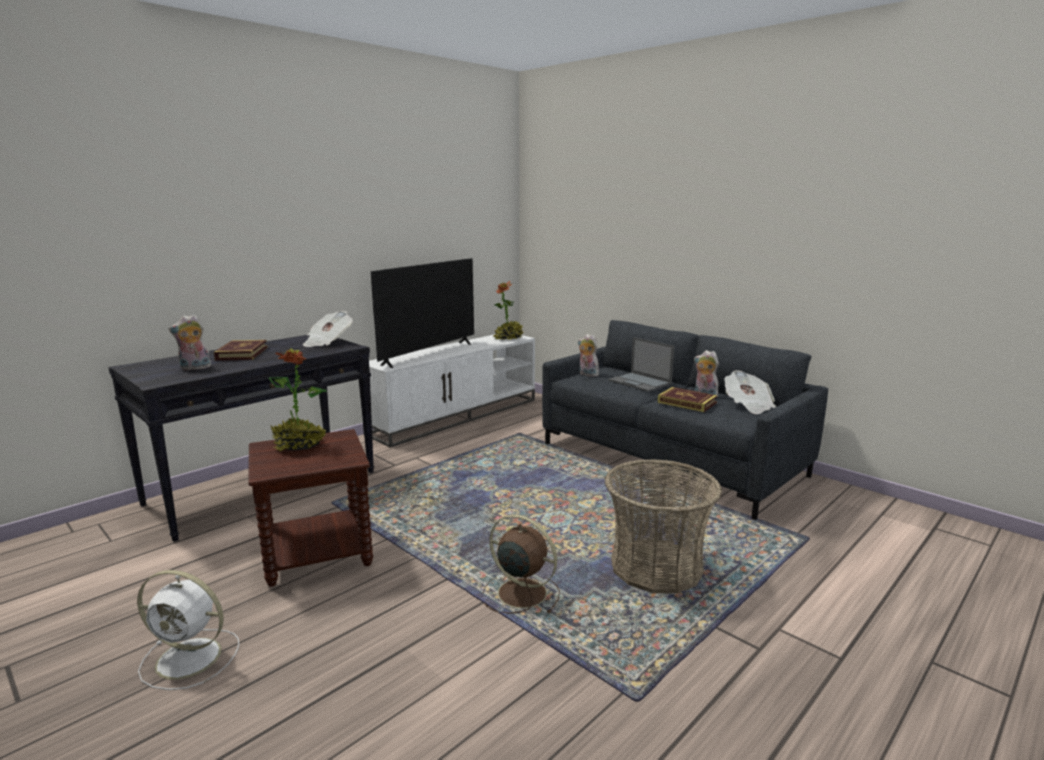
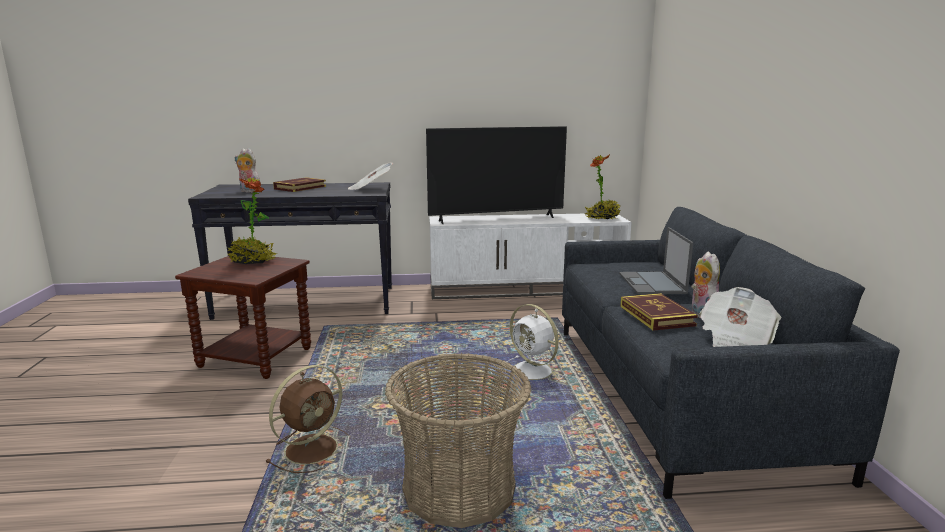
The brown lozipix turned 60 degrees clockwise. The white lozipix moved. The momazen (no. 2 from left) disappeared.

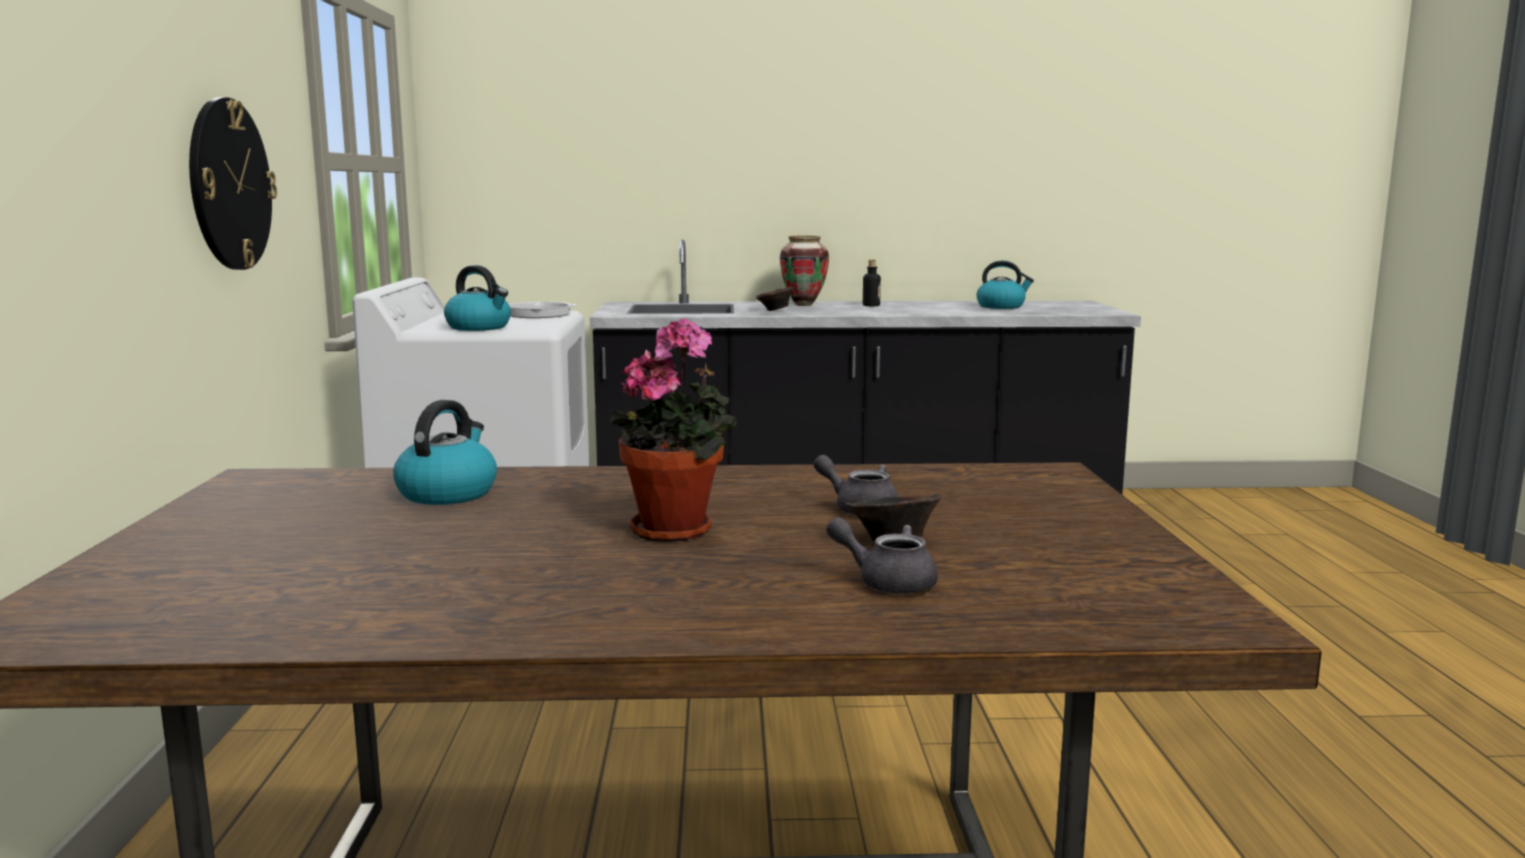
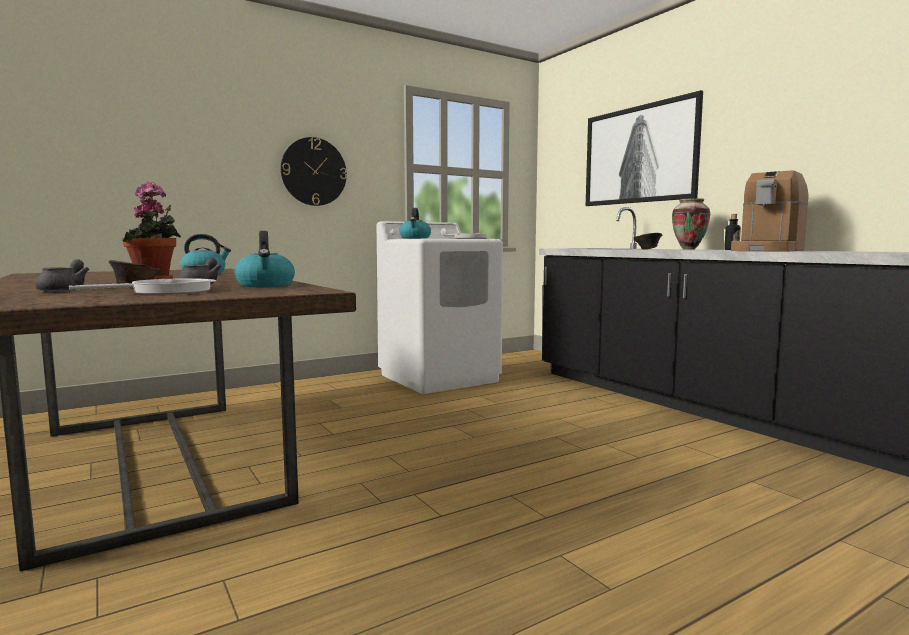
The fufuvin (no. 1 from left) appeared. The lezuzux (no. 3 from left in the first image) moved. The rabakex appeared. The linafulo appeared.

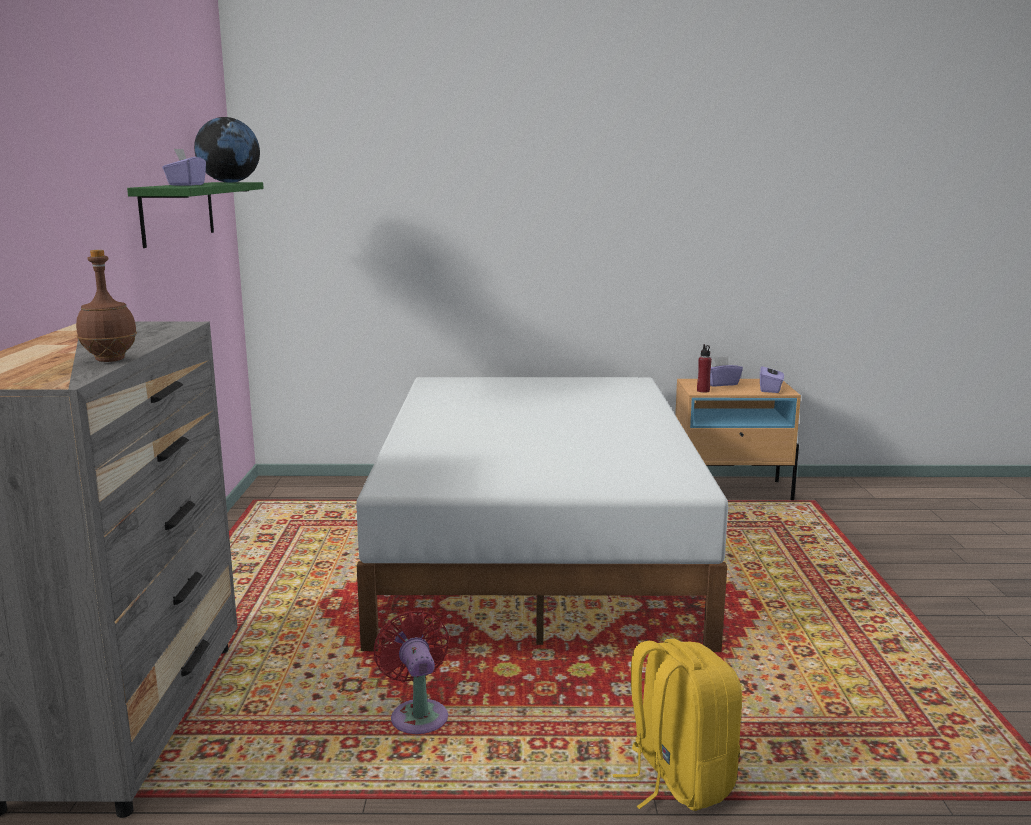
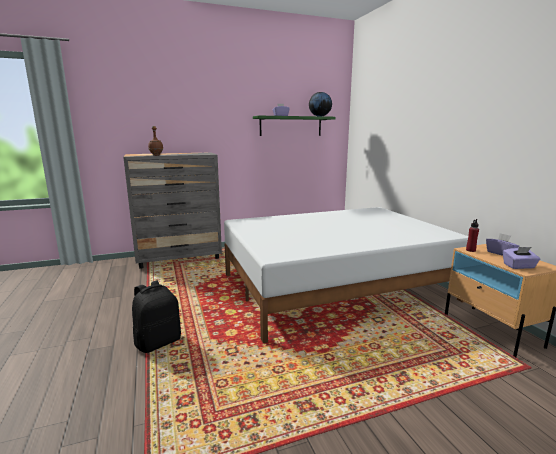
The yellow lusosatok became the black lusosatok. The red lozipix disappeared.

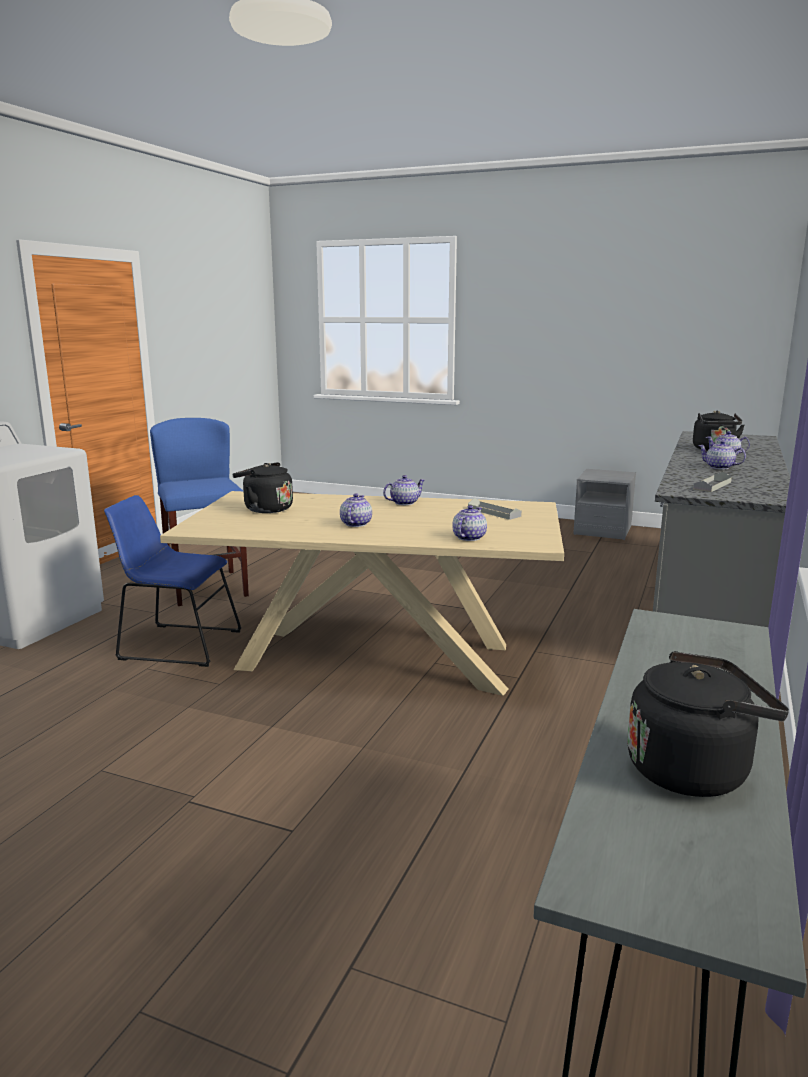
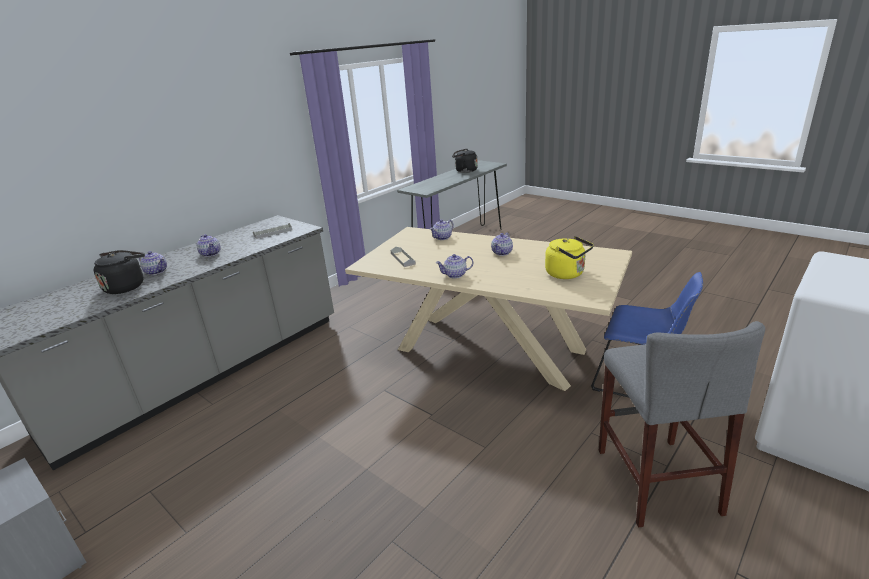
The black lezuzux (no. 1 from left) became the yellow lezuzux. The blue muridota became the grey muridota.

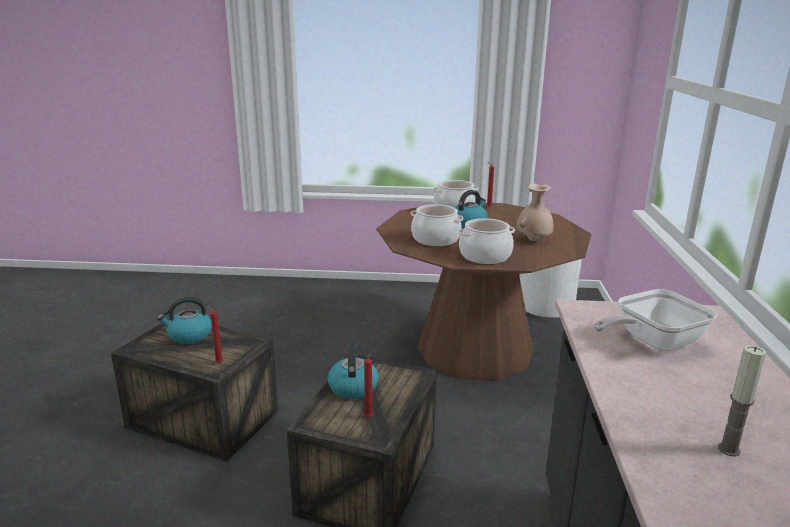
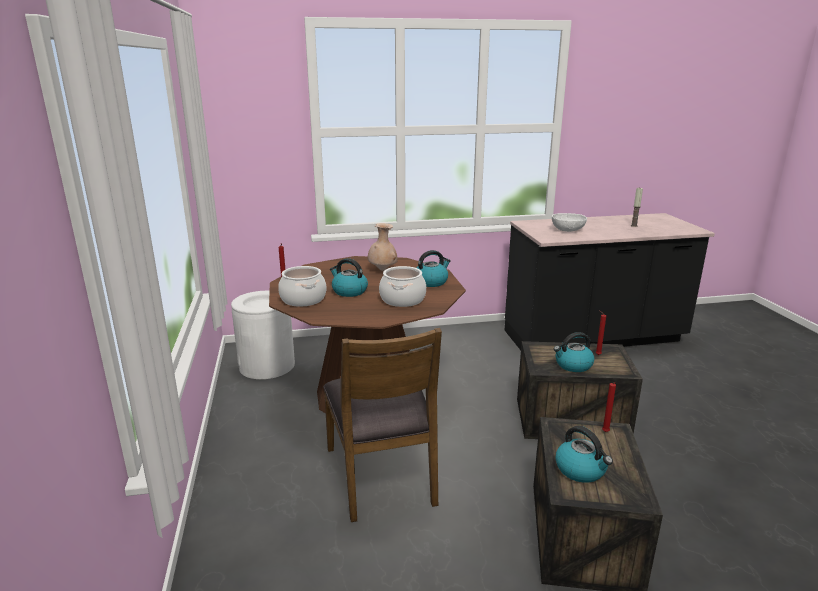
The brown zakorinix appeared. The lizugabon (no. 3 from left) was replaced by the lezuzux (no. 2 from left). The fufuvin was replaced by the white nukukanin.

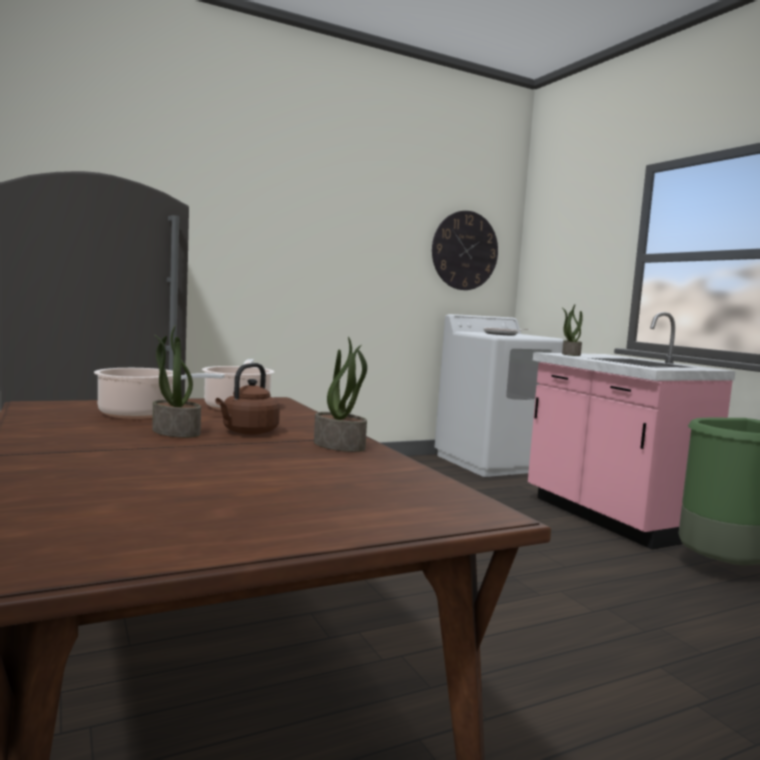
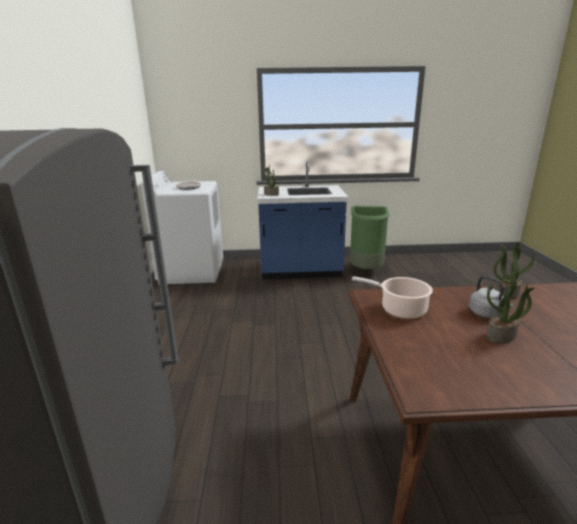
The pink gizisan became the blue gizisan. The brown lezuzux became the grey lezuzux. The lizugabon (no. 1 from left) disappeared. The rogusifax disappeared.

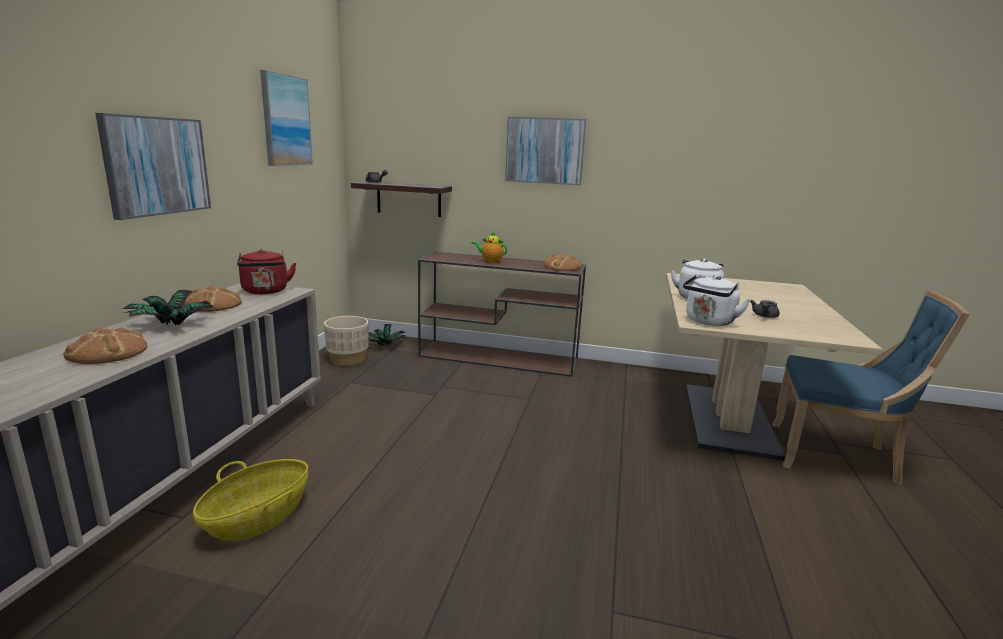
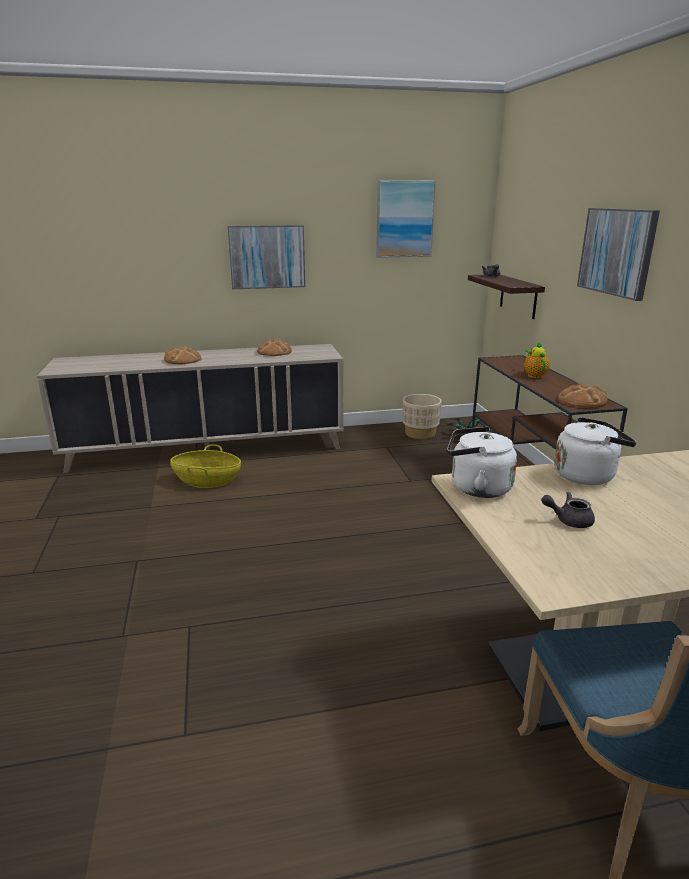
The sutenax (no. 1 from left) disappeared. The red lezuzux disappeared.

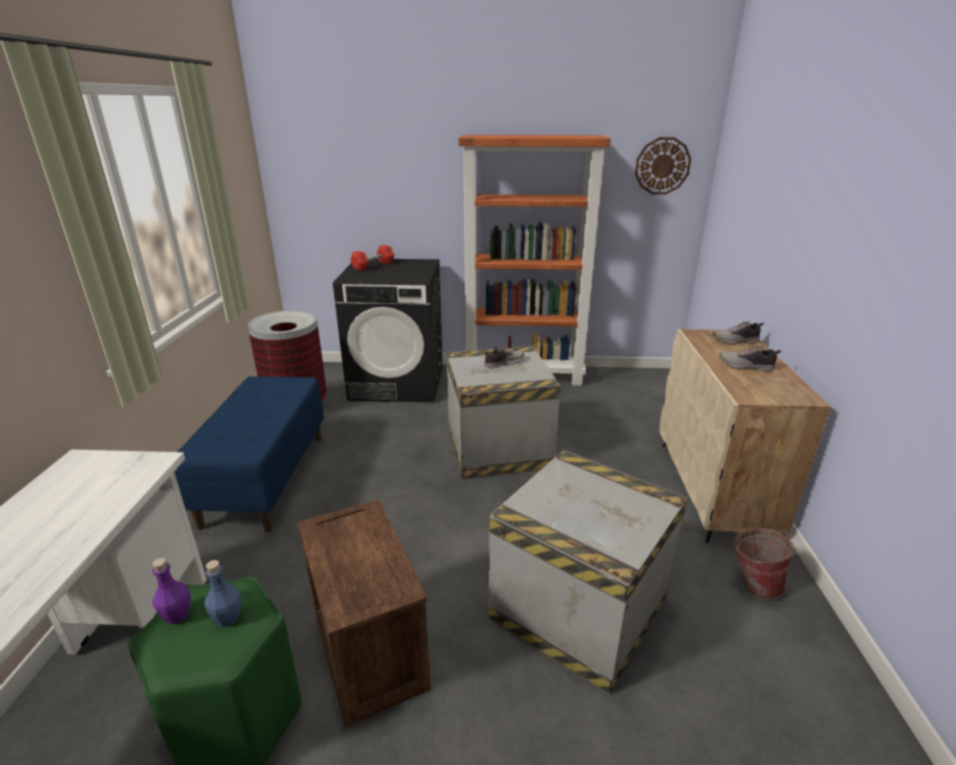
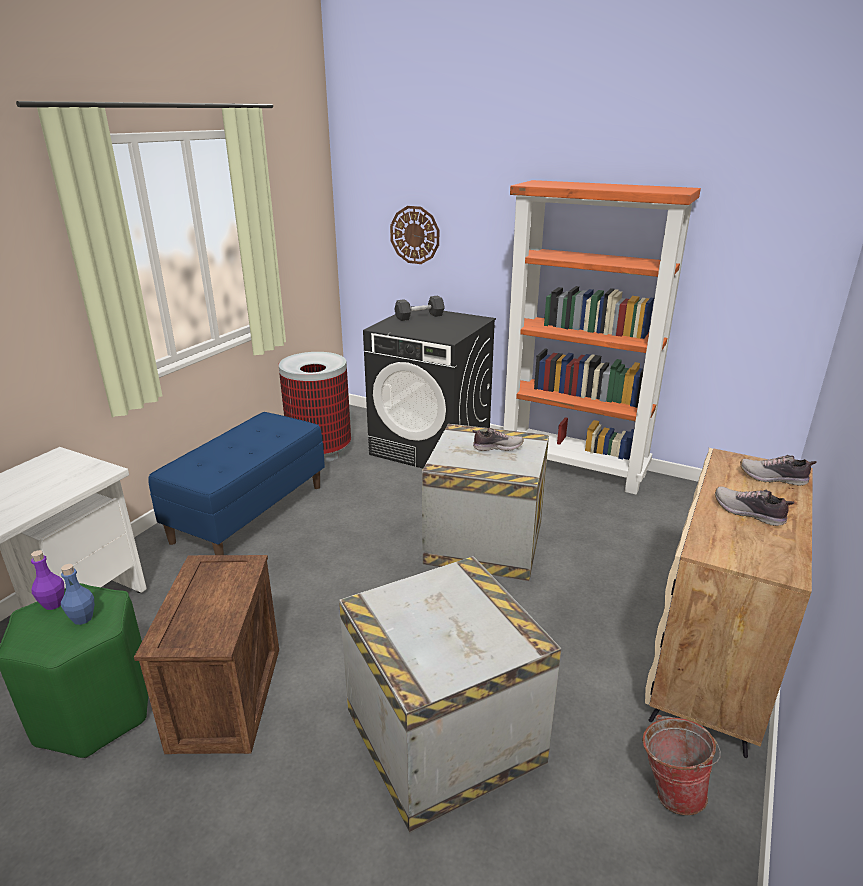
The rogusifax moved. The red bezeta became the grey bezeta.

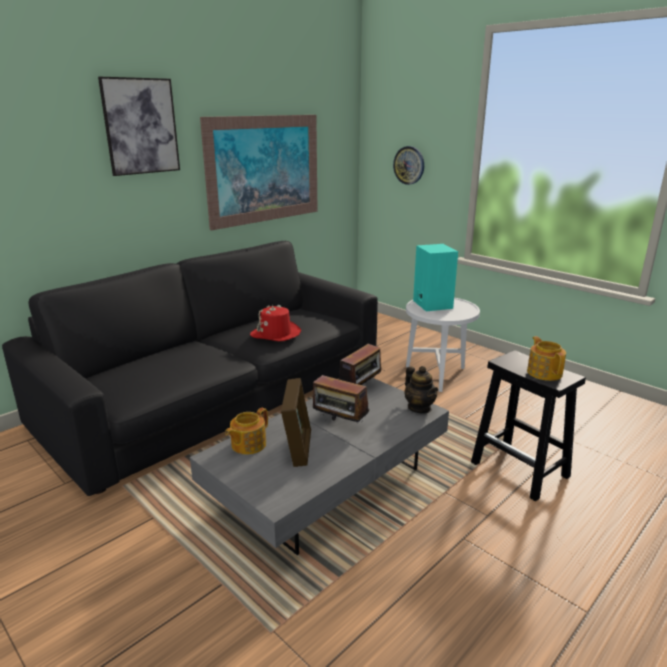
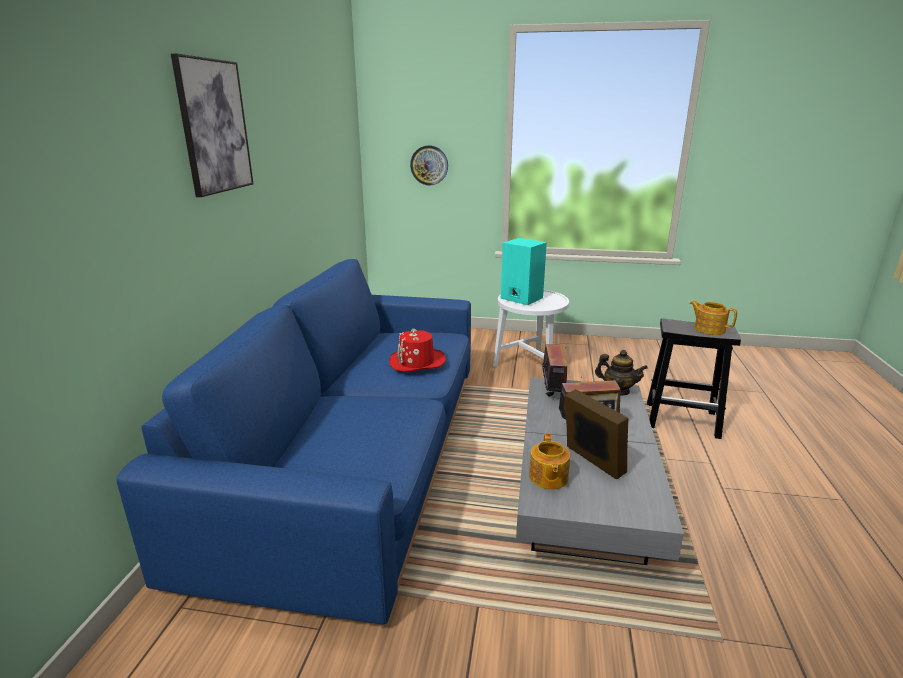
The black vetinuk became the blue vetinuk. The rabakex (no. 2 from left) disappeared.

